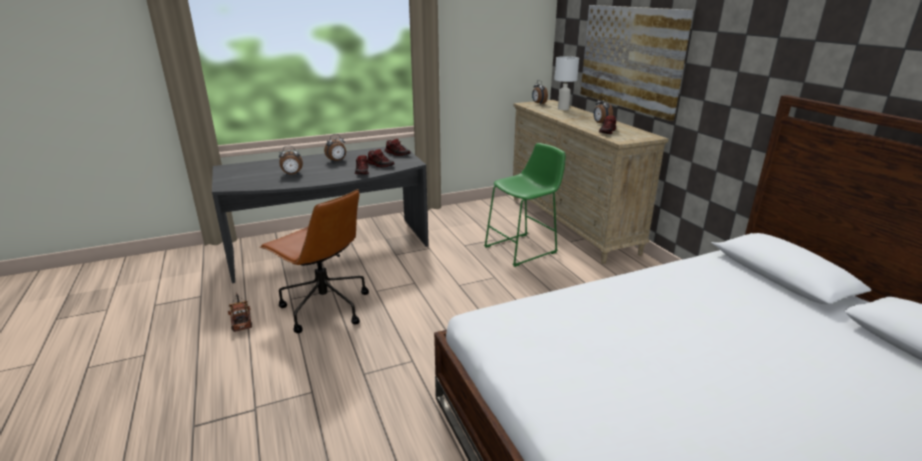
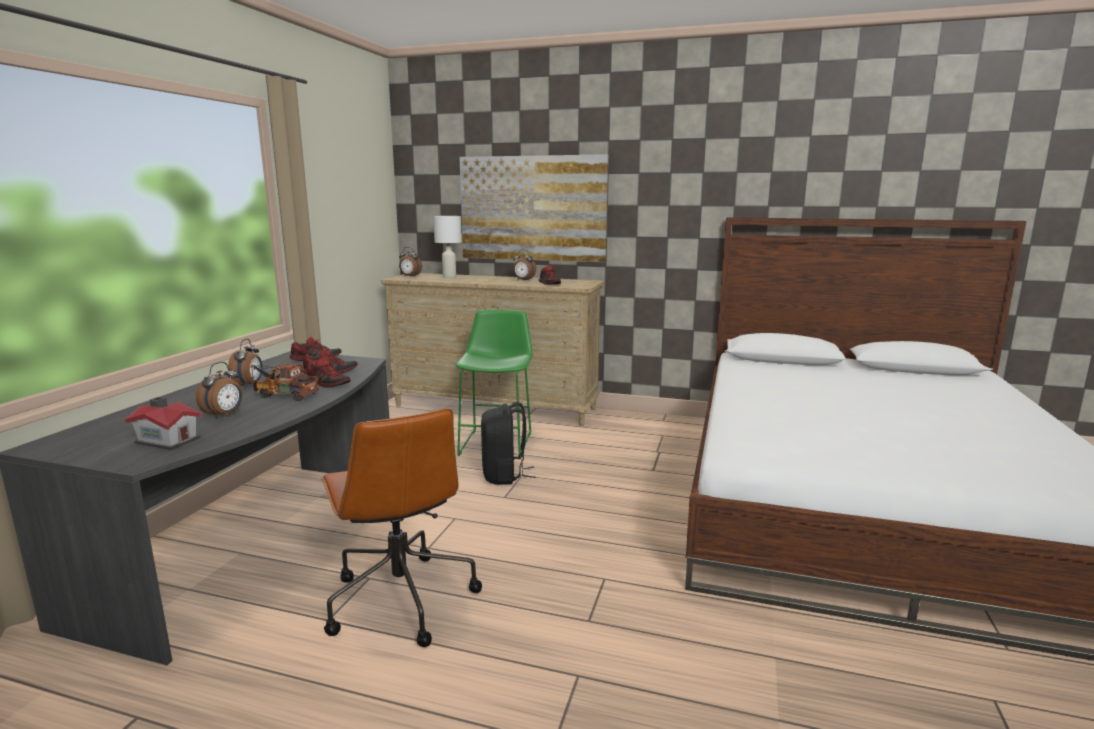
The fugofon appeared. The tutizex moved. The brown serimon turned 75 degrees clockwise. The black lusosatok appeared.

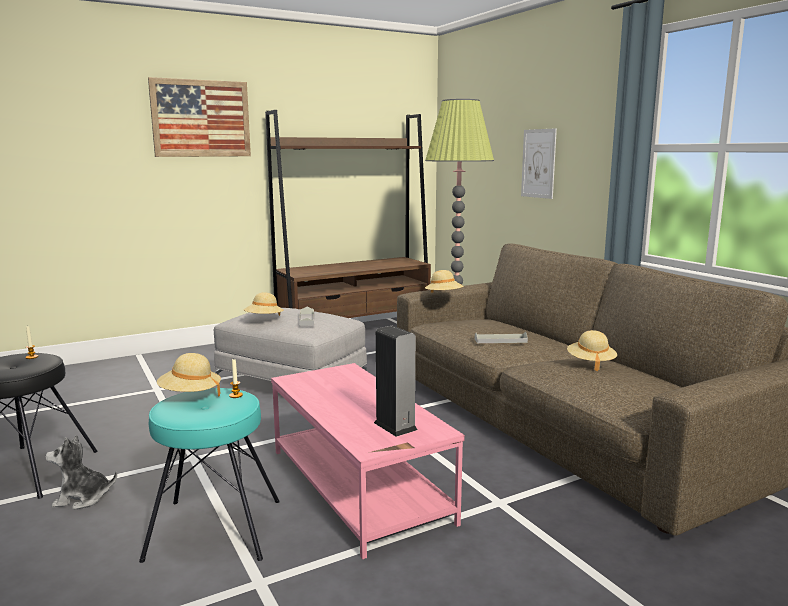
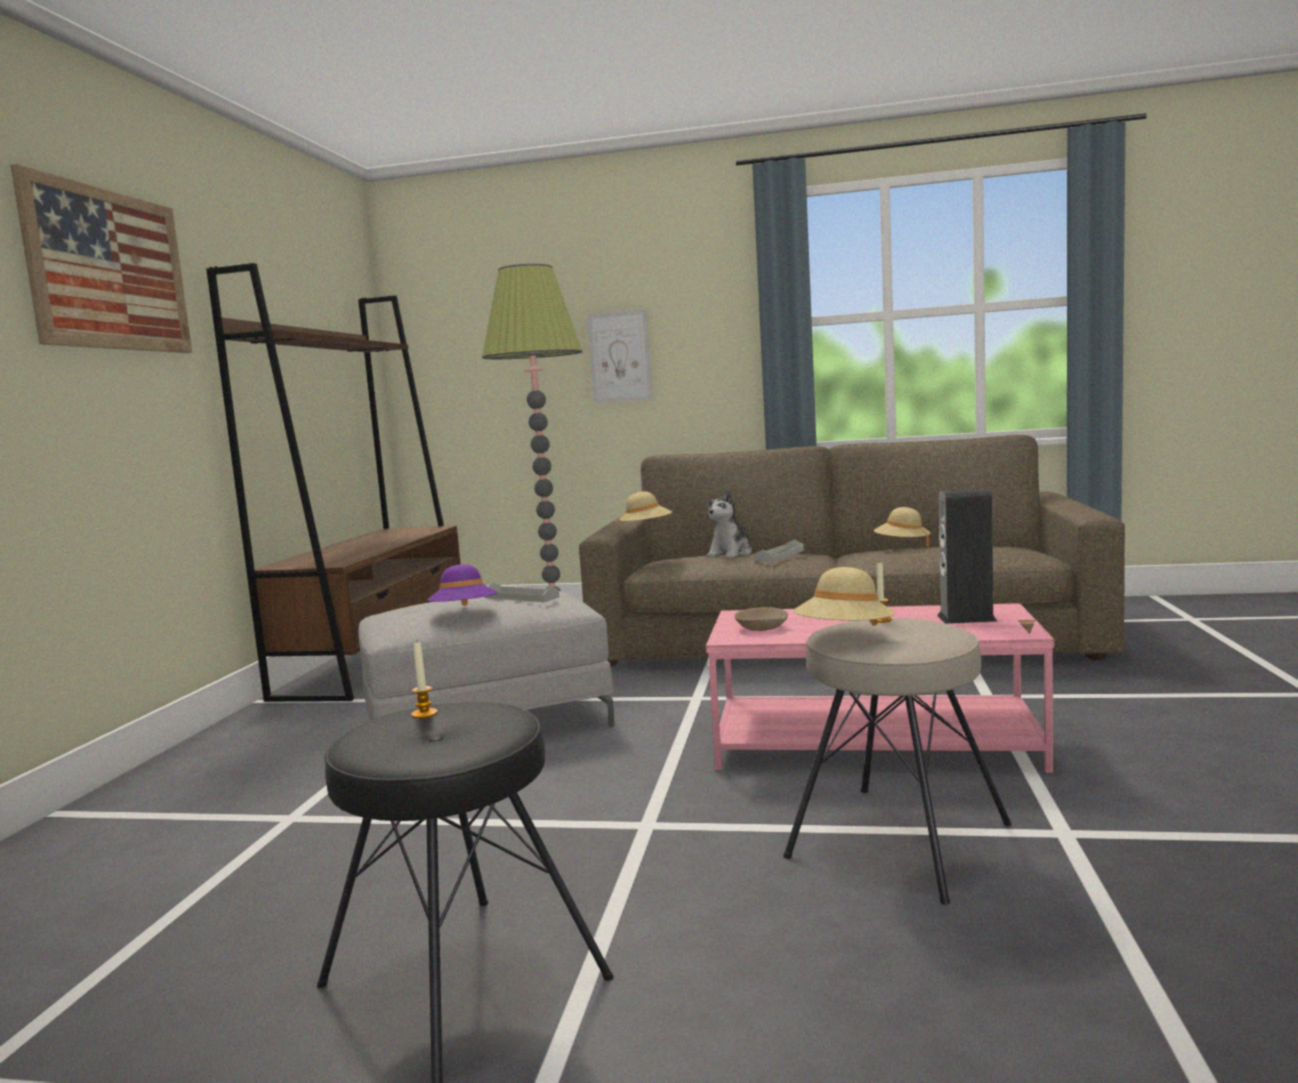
The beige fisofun (no. 2 from left) became the purple fisofun. The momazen moved. The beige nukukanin appeared. The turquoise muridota became the beige muridota.

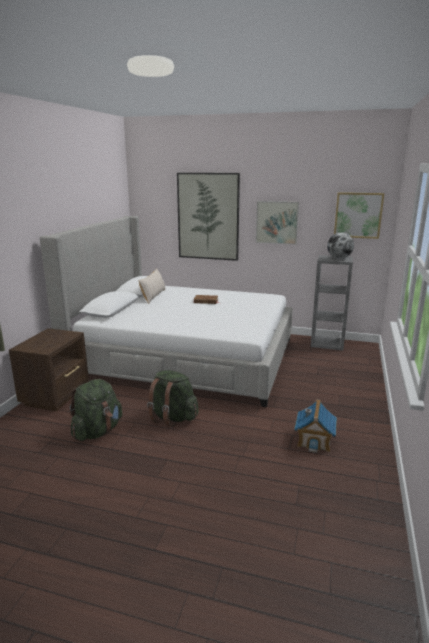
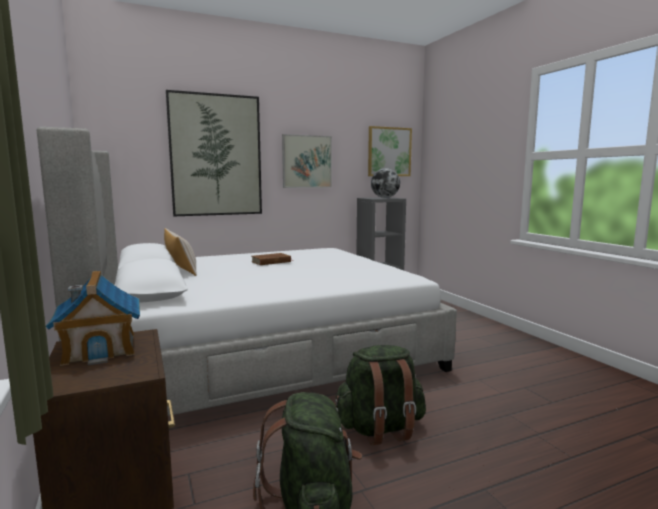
The fugofon moved.

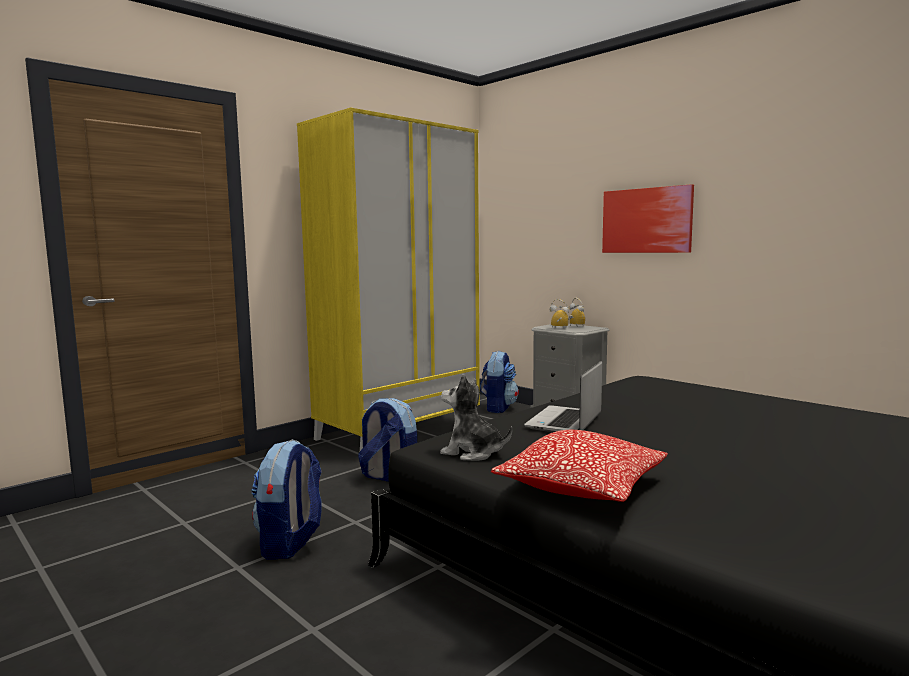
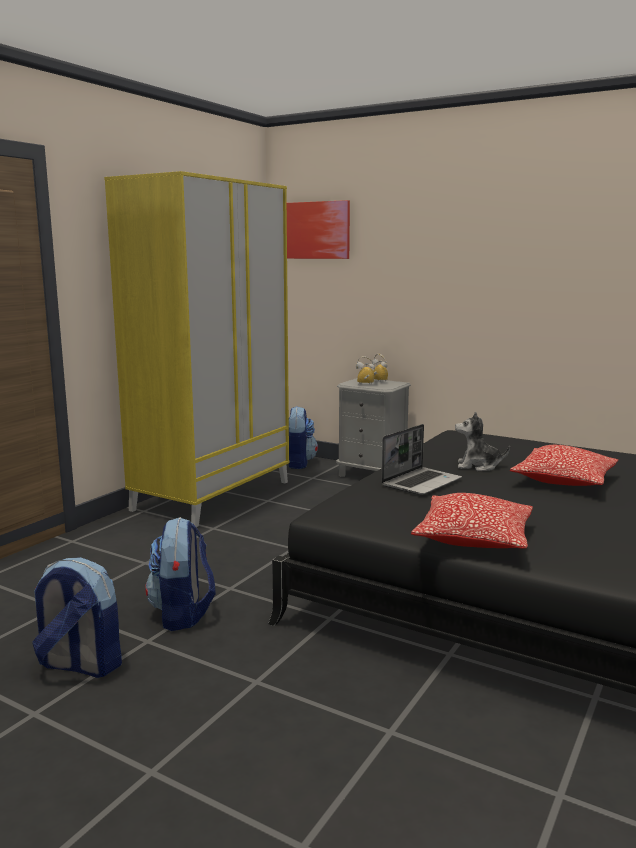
The lusosatok (no. 2 from left in the first image) moved. The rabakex moved. The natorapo turned 150 degrees counterclockwise. The momazen moved. The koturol (no. 2 from left) appeared.

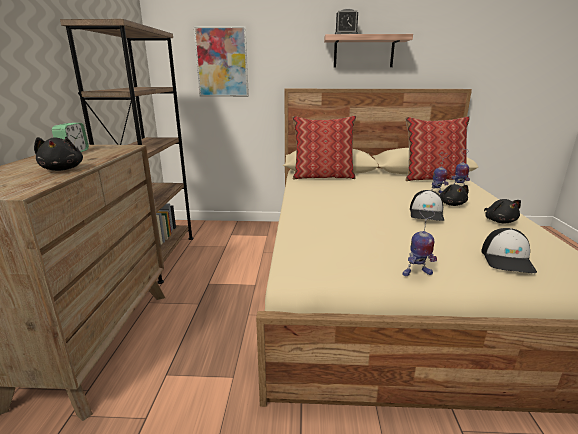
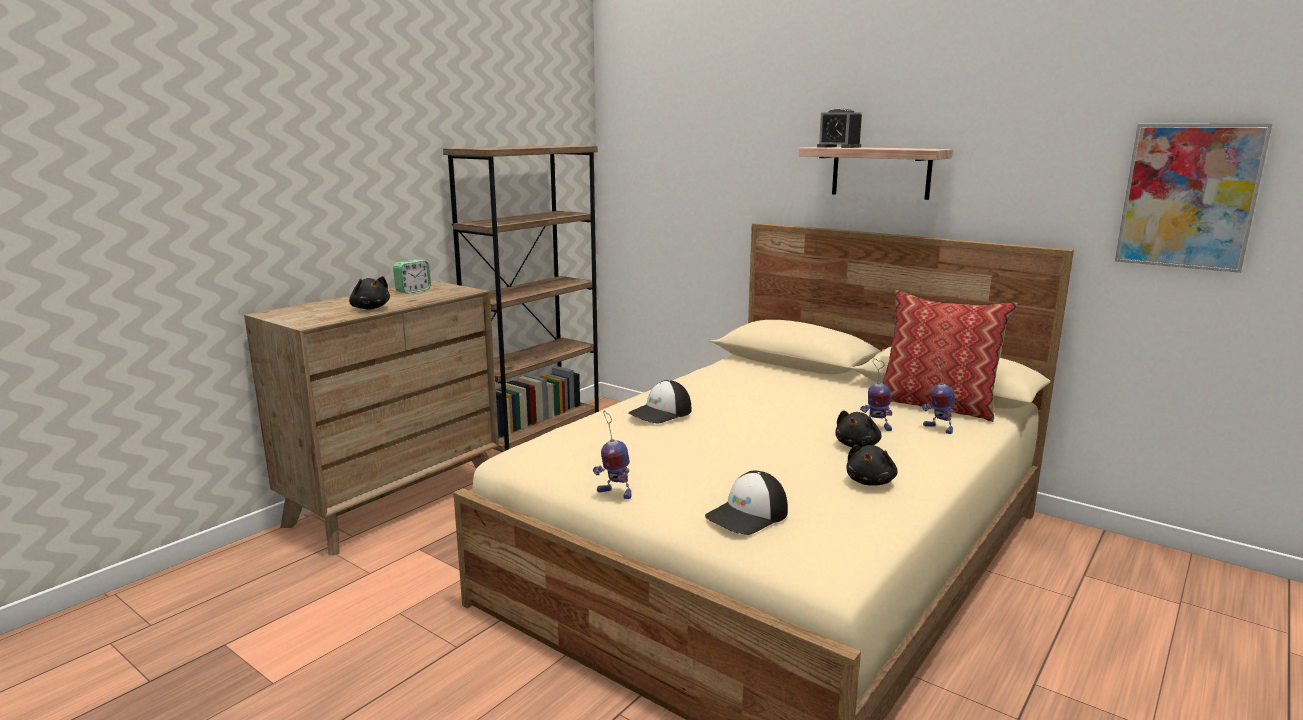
The black momazen (no. 1 from left) turned 60 degrees counterclockwise. The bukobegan (no. 1 from left) moved. The rabakex moved. The koturol (no. 1 from left) disappeared.

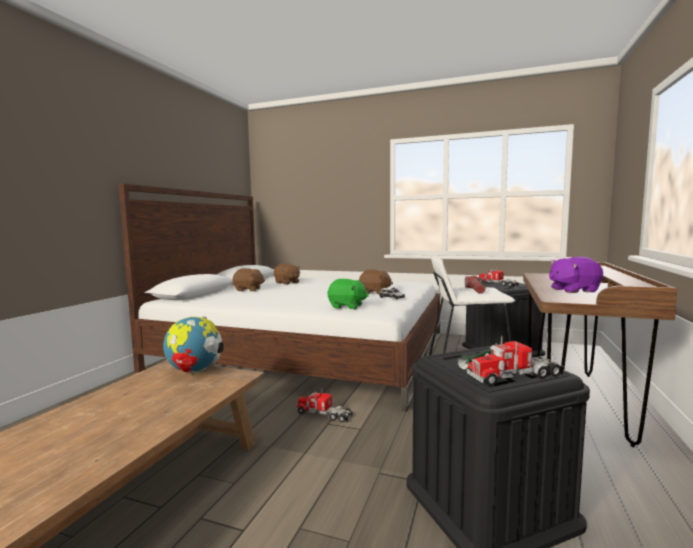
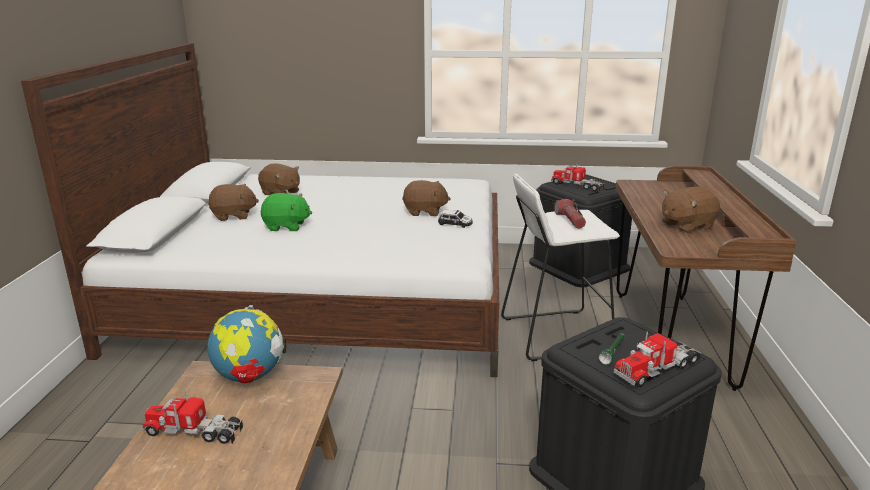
The tutizex (no. 1 from left) moved. The green momazen moved. The purple momazen became the brown momazen (no. 4 from left).

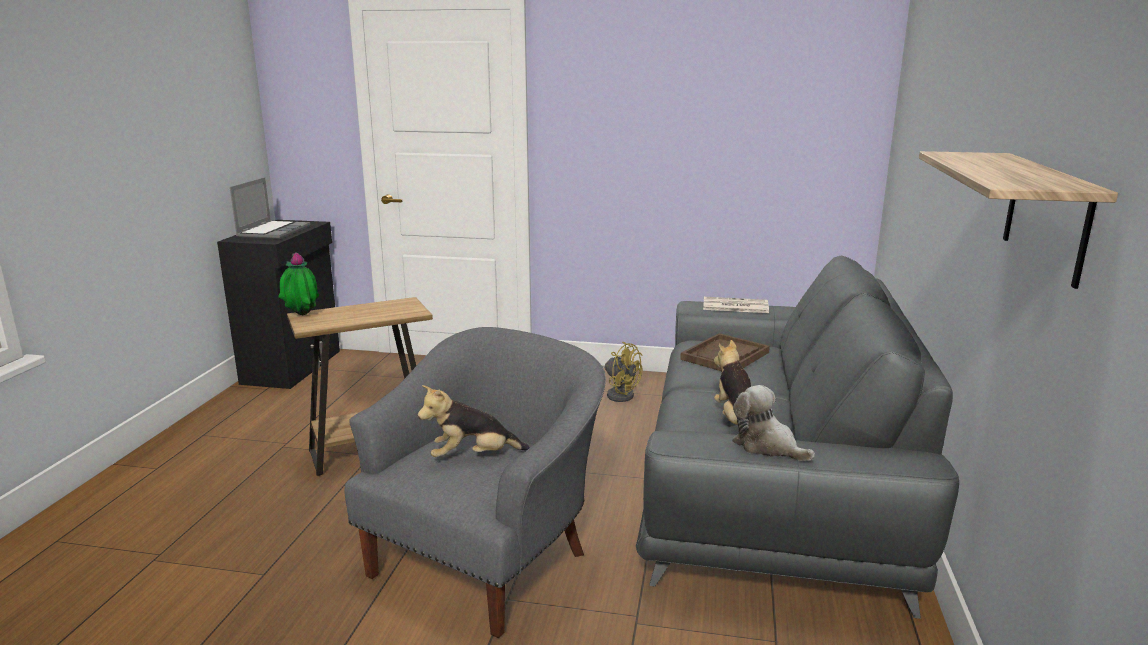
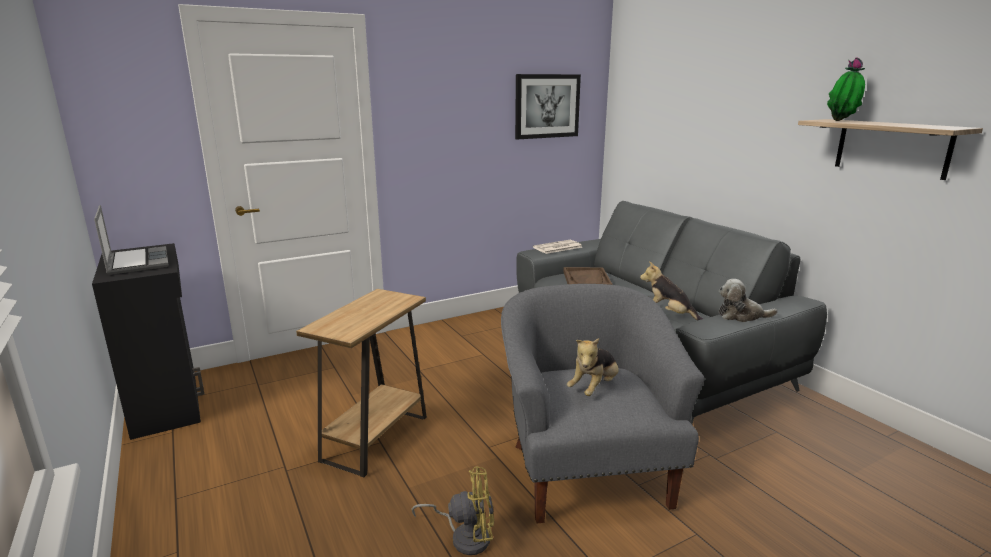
The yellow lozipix moved. The rabakex appeared. The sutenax moved.

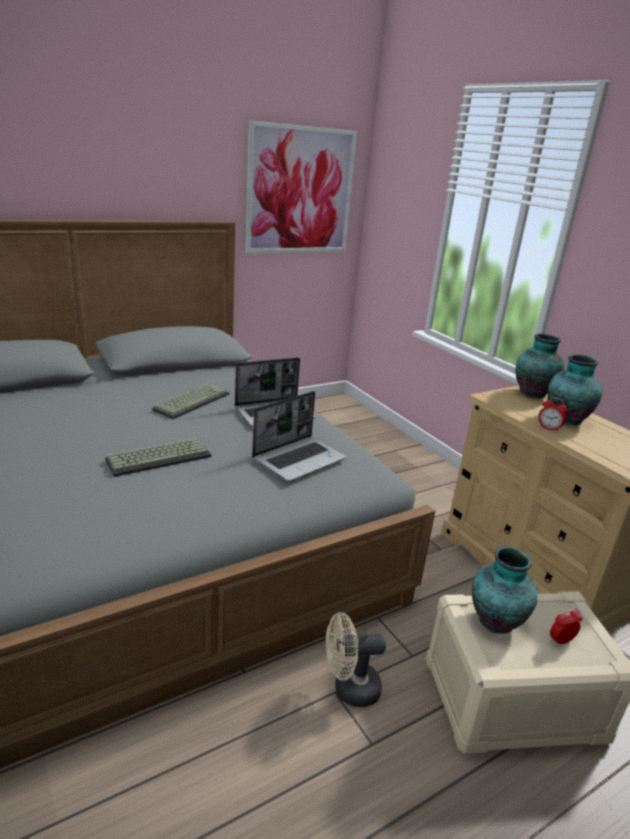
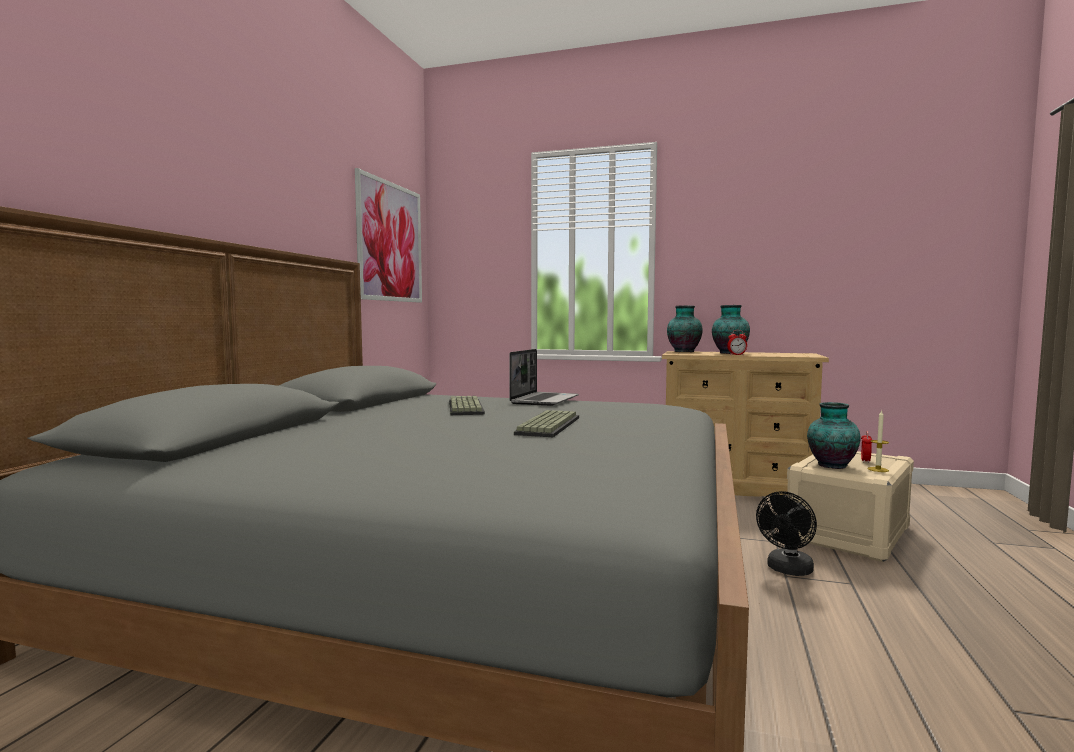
The beige lozipix became the black lozipix. The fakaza appeared. The natorapo (no. 2 from left) disappeared.

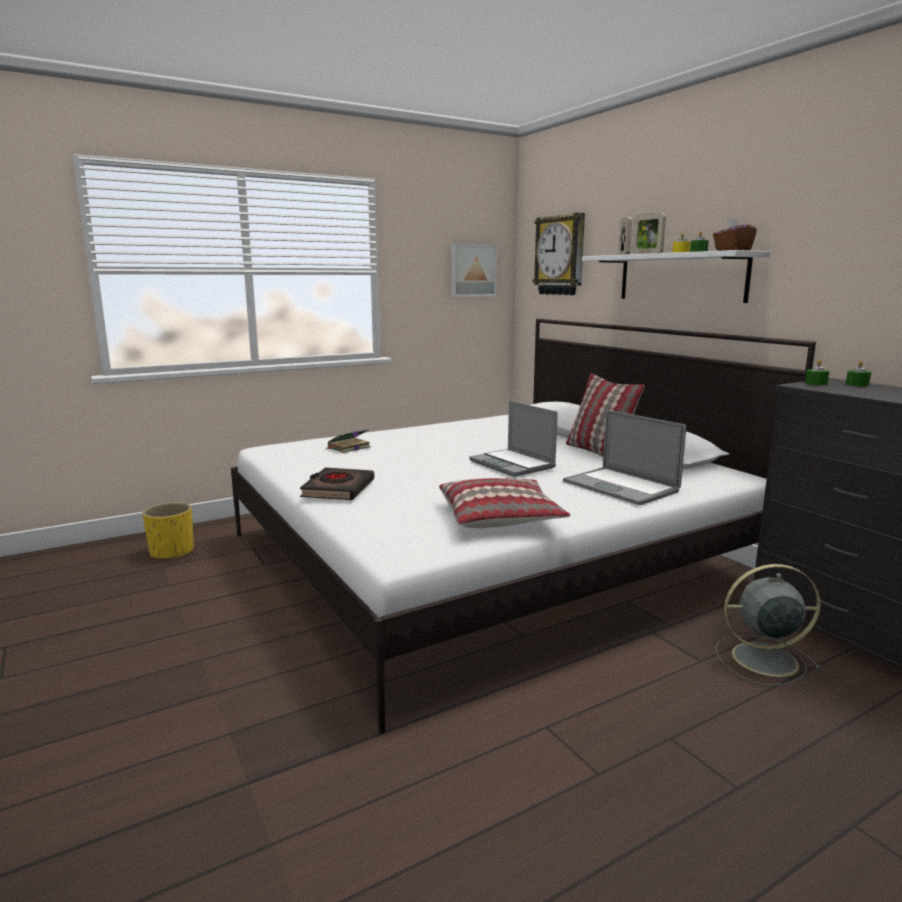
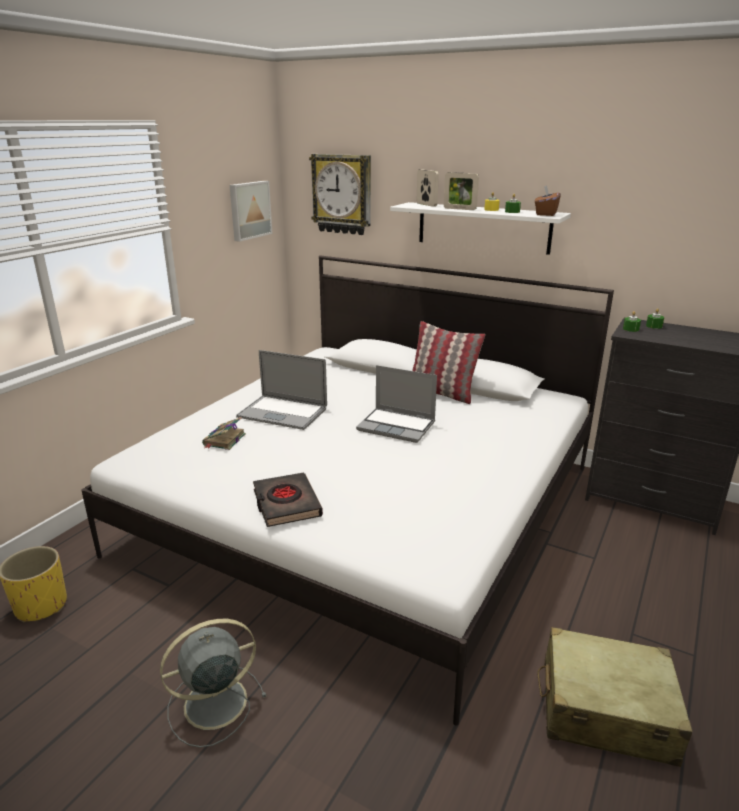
The grey lozipix moved. The natorapo (no. 2 from left in the first image) moved. The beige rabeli appeared. The koturol (no. 1 from left) disappeared.

